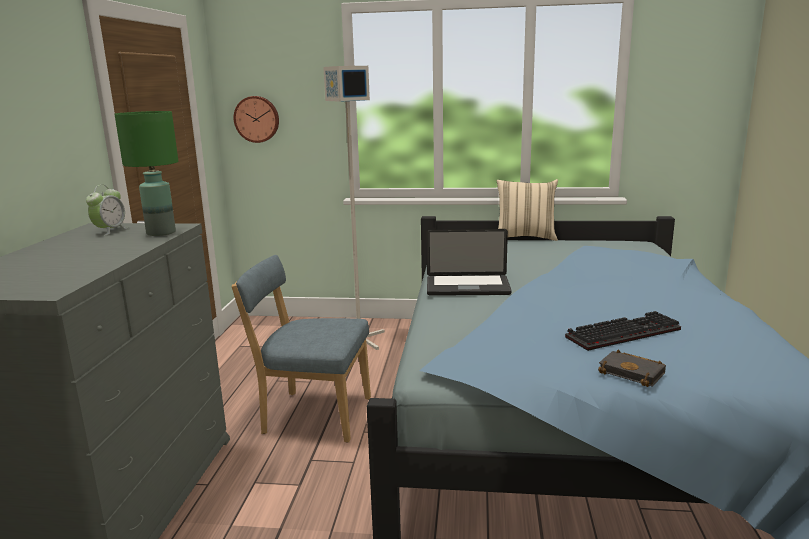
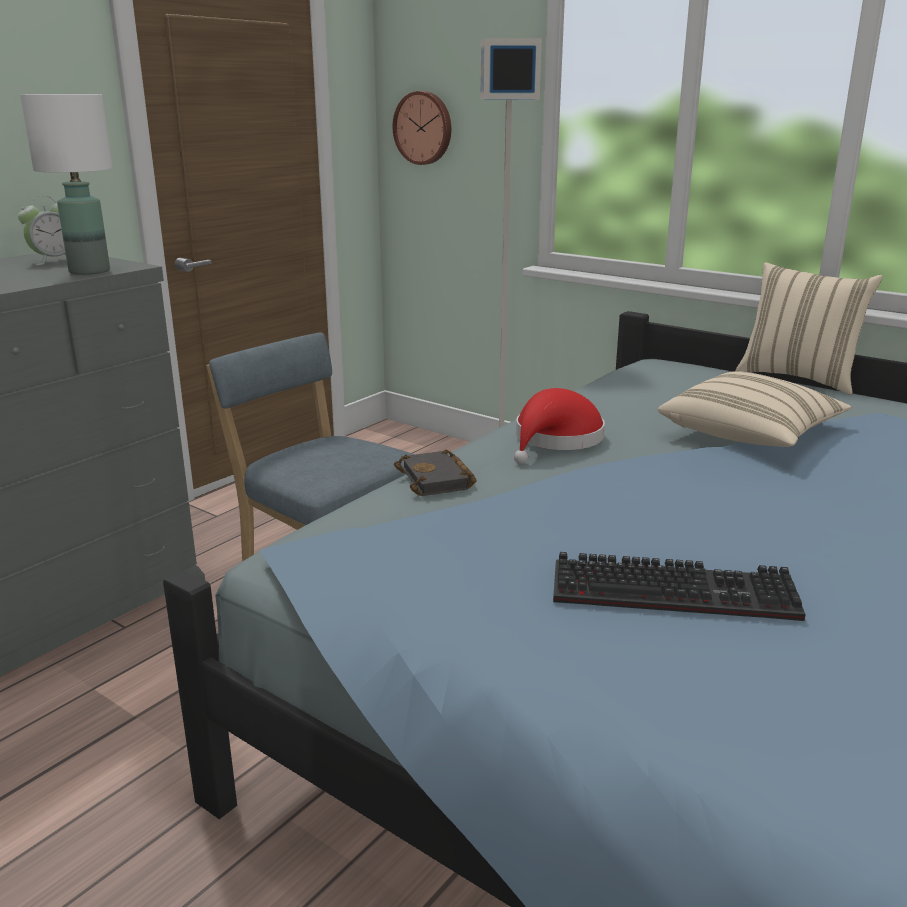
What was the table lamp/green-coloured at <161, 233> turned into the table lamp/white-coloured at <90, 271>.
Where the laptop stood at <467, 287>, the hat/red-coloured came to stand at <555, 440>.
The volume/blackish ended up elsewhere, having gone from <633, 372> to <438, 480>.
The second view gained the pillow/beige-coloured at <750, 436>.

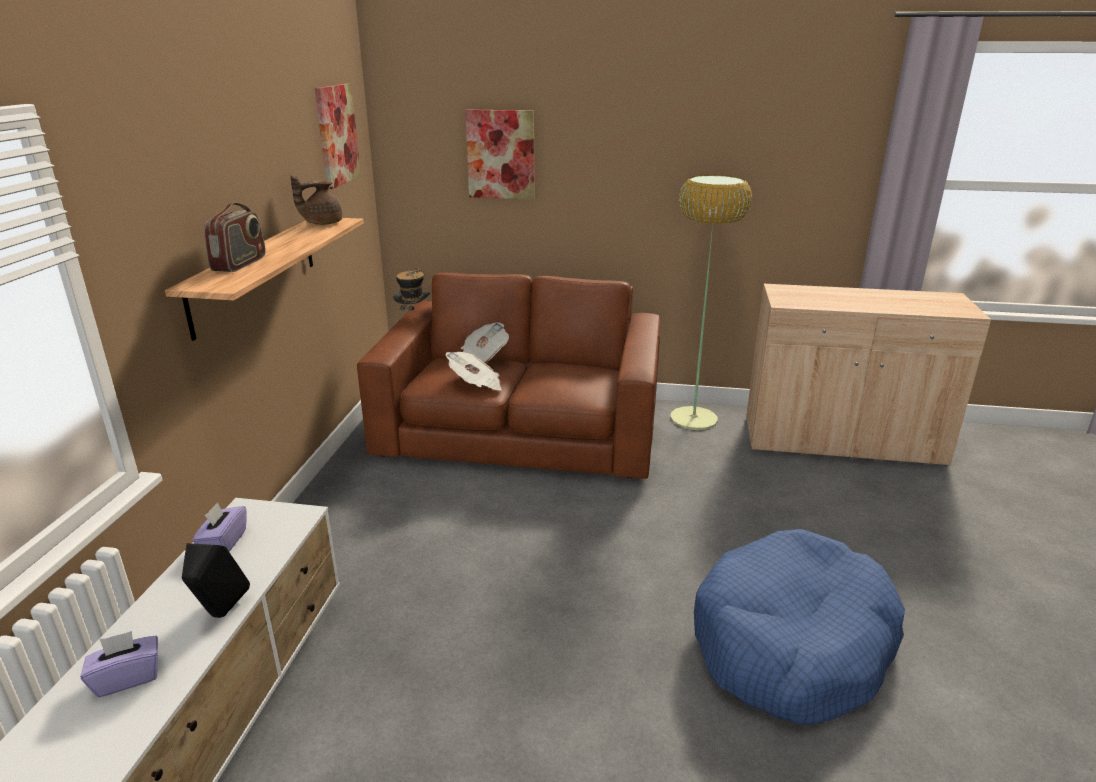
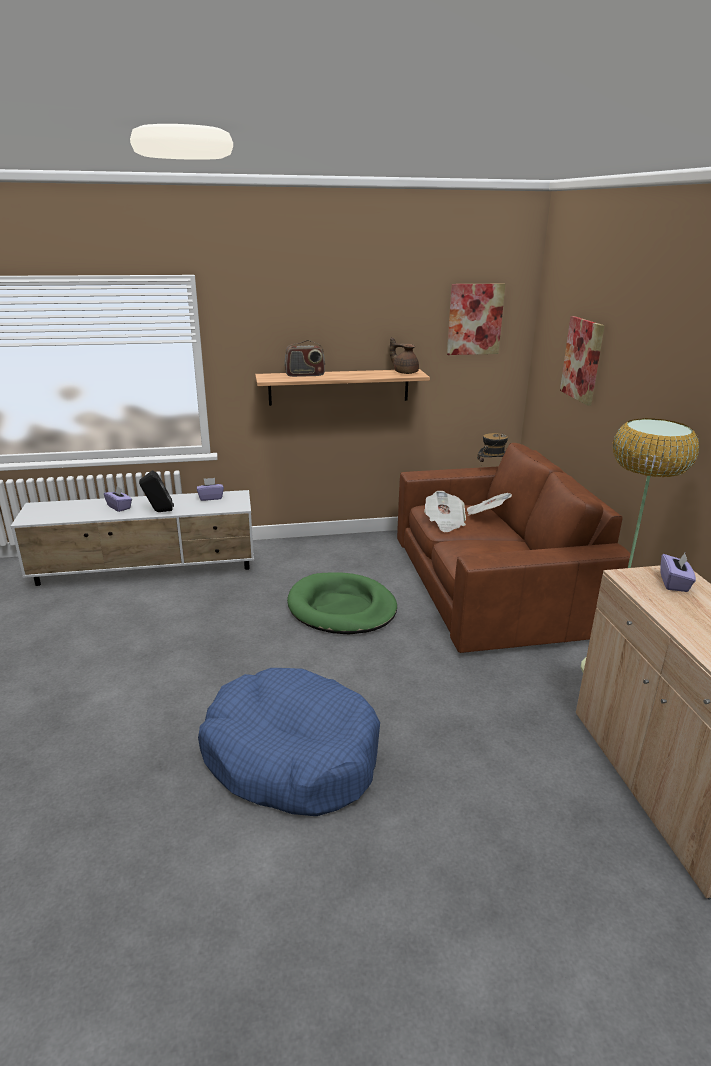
The second view gained the dog cushion/green-coloured at <341, 608>.
The second view gained the tissue box/purple at <674, 583>.

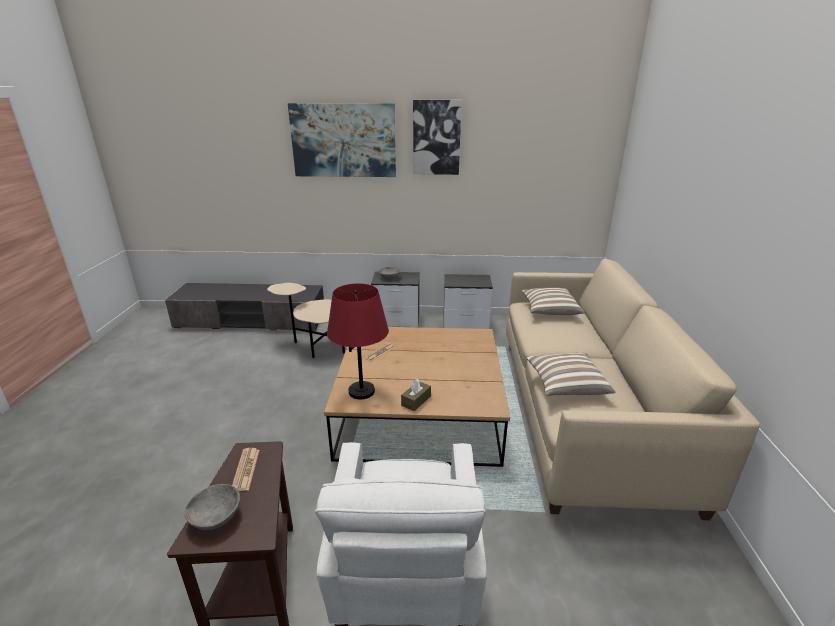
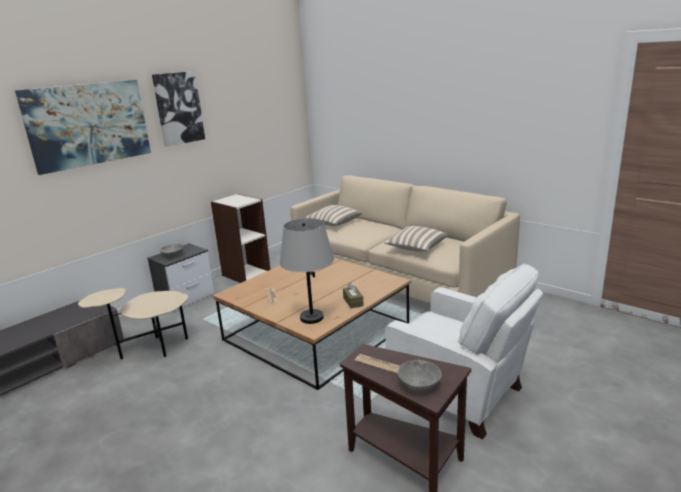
What was the table lamp/red-coloured at <361, 391> turned into the table lamp/grey at <311, 317>.
Where the night table stood at <466, 323>, the bookshelf came to stand at <246, 274>.

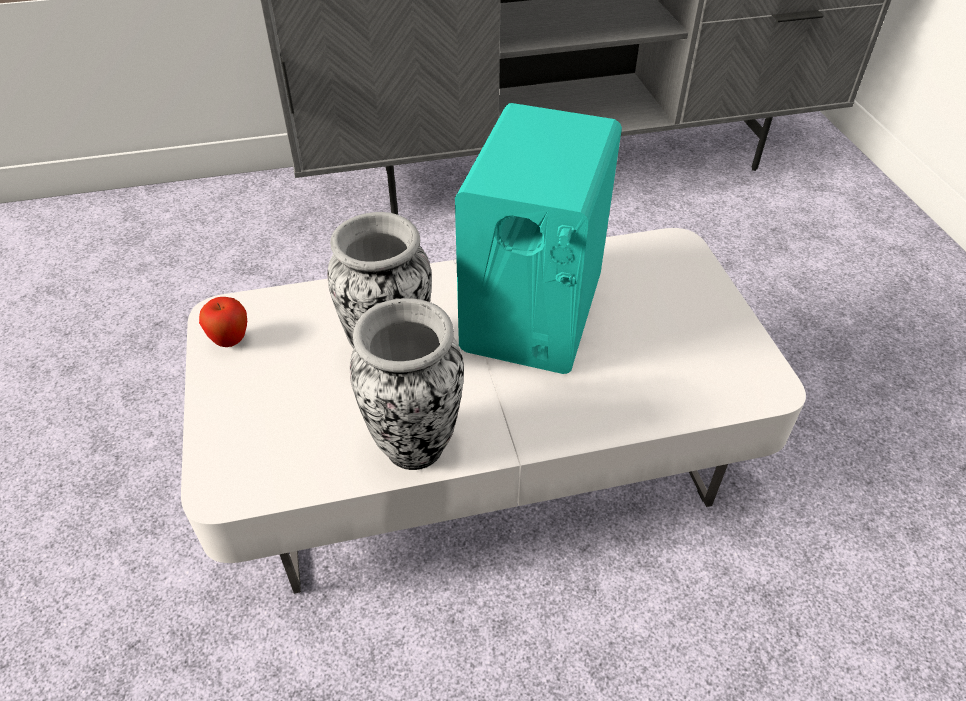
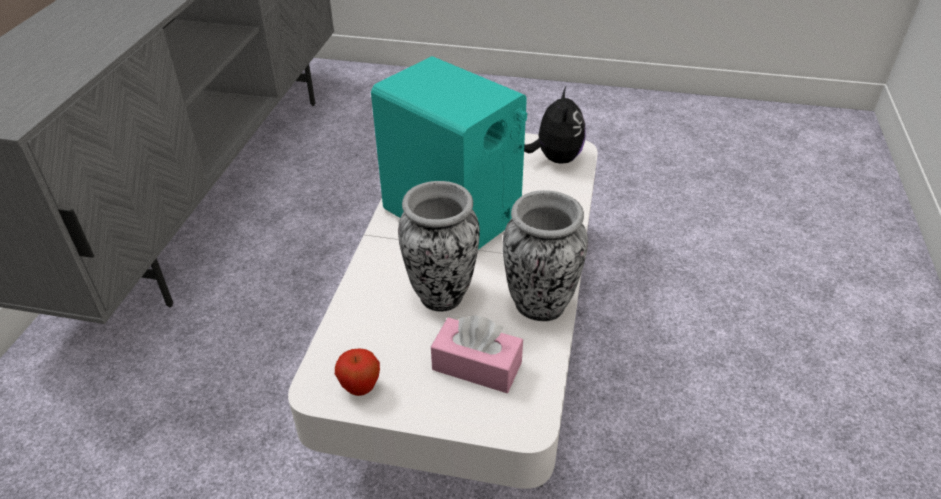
The second view gained the tissue box/pink at <477, 366>.
The second view gained the plush toy at <555, 158>.

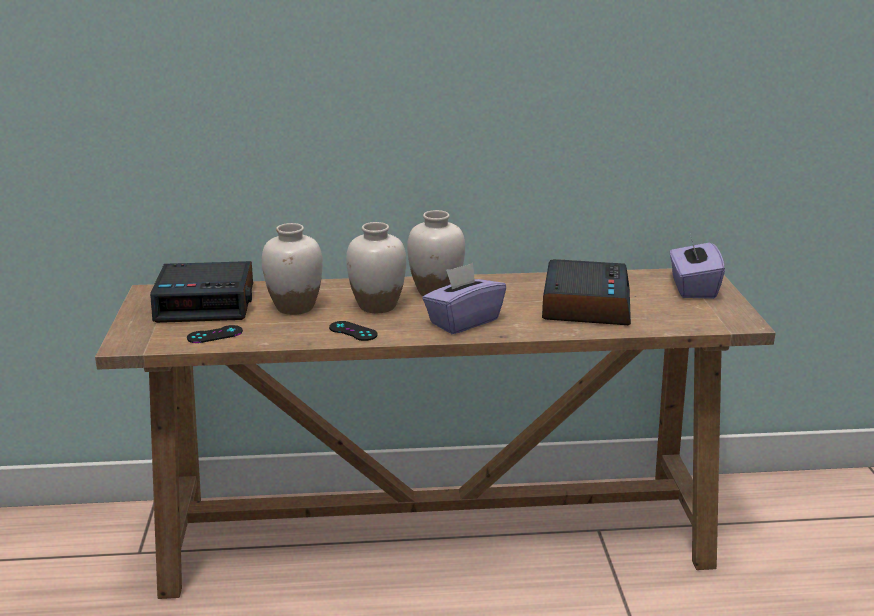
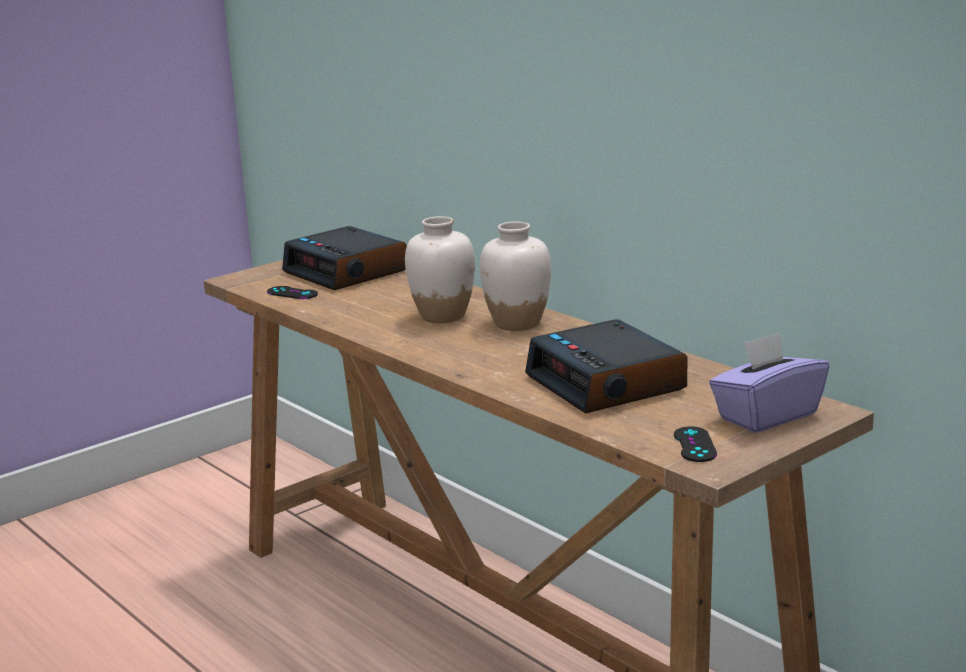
The second view lost the decorative vase/white-coloured at <295, 307>.
The gamepad/blackish ended up elsewhere, having gone from <353, 331> to <694, 445>.
The second view lost the tissue box/purple at <463, 321>.
The table clock at <585, 304> ended up facing another way, 90 degrees clockwise from before.

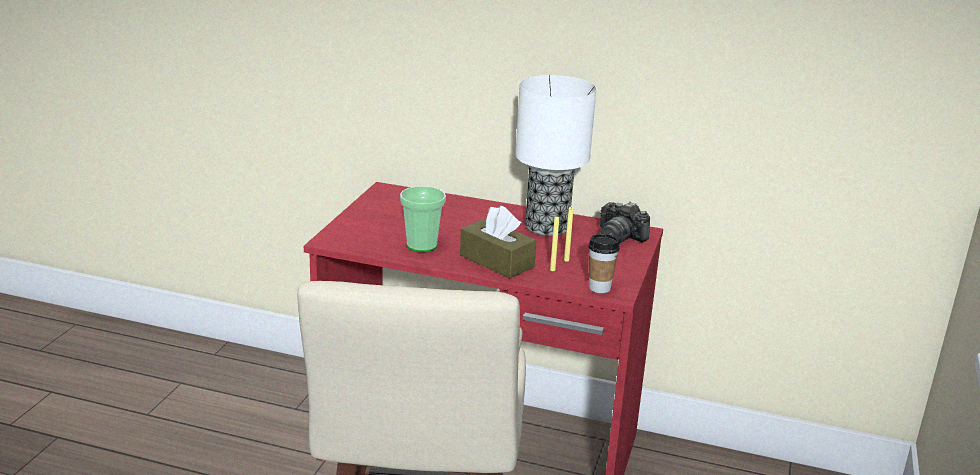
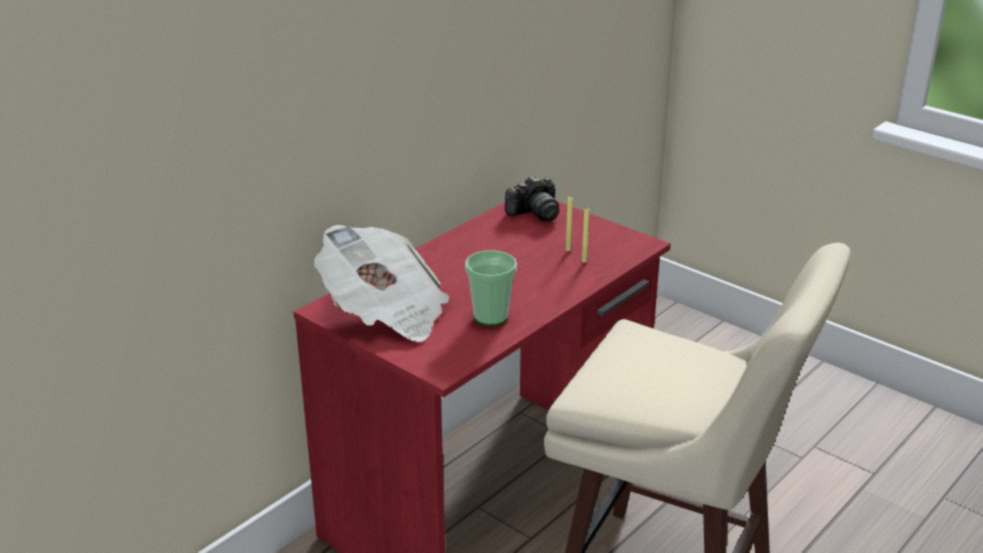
The second view lost the tissue box/brownish at <496, 261>.
The second view lost the table lamp at <546, 226>.
The second view lost the small cup at <599, 288>.
The second view gained the daily paper at <385, 312>.

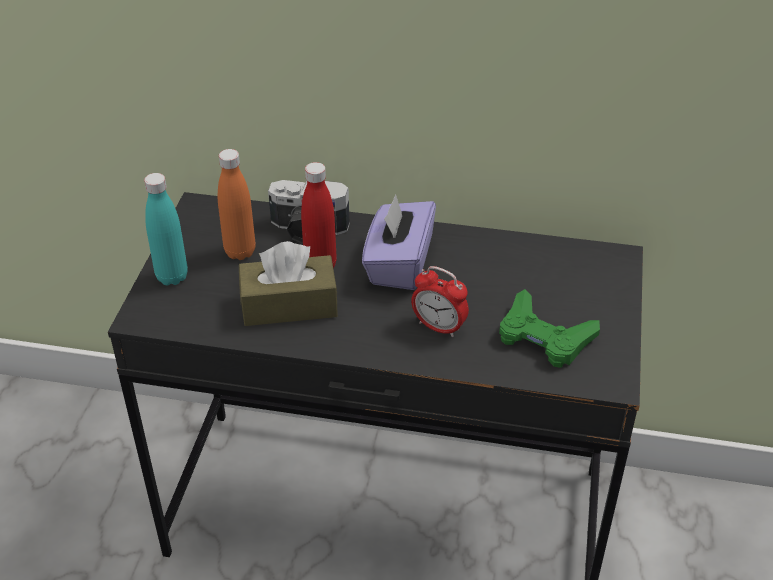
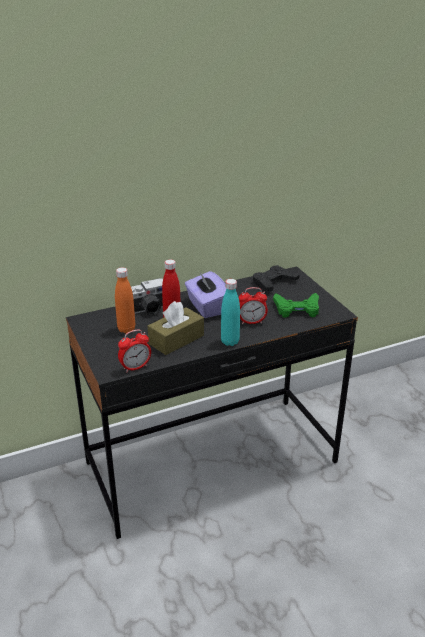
The bottle/turquoise-coloured ended up elsewhere, having gone from <172, 277> to <230, 342>.
The second view gained the table clock at <135, 367>.
The second view gained the gamepad/blackish at <273, 282>.

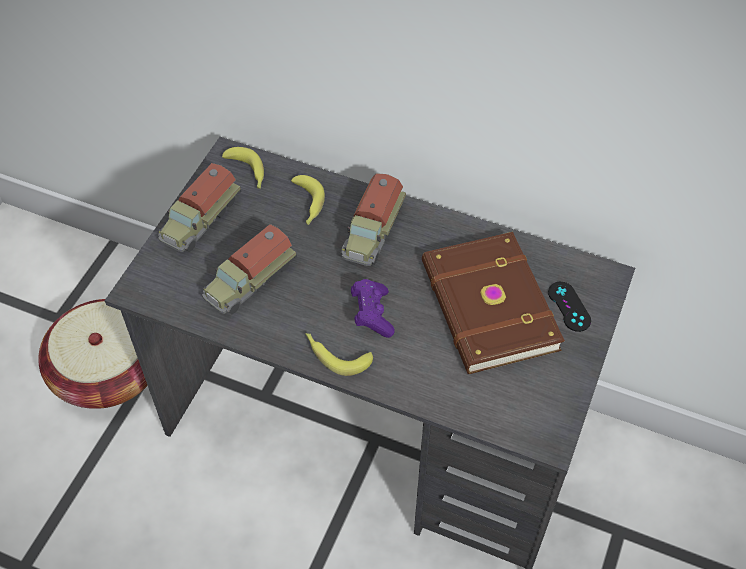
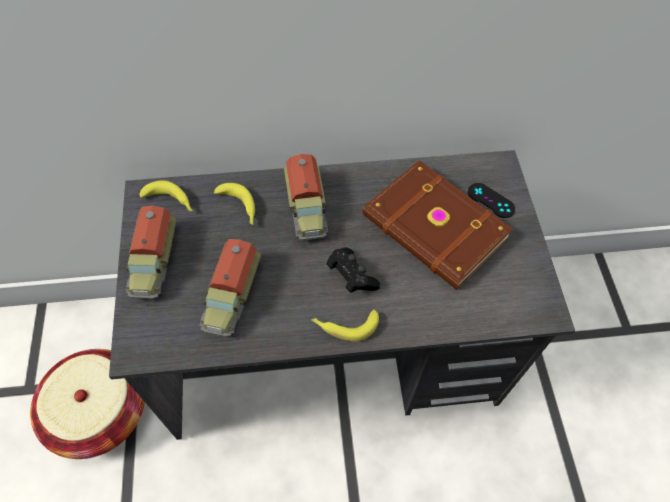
What was the gamepad/purple at <372, 314> turned into the gamepad/blackish at <351, 276>.

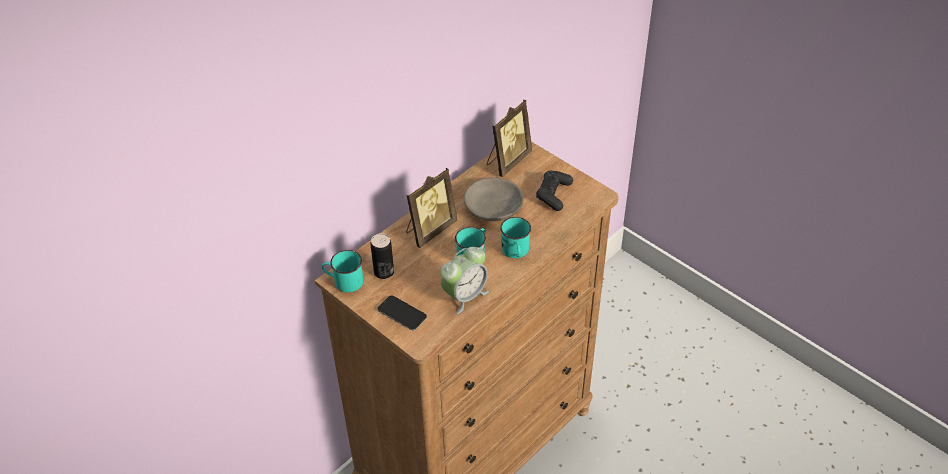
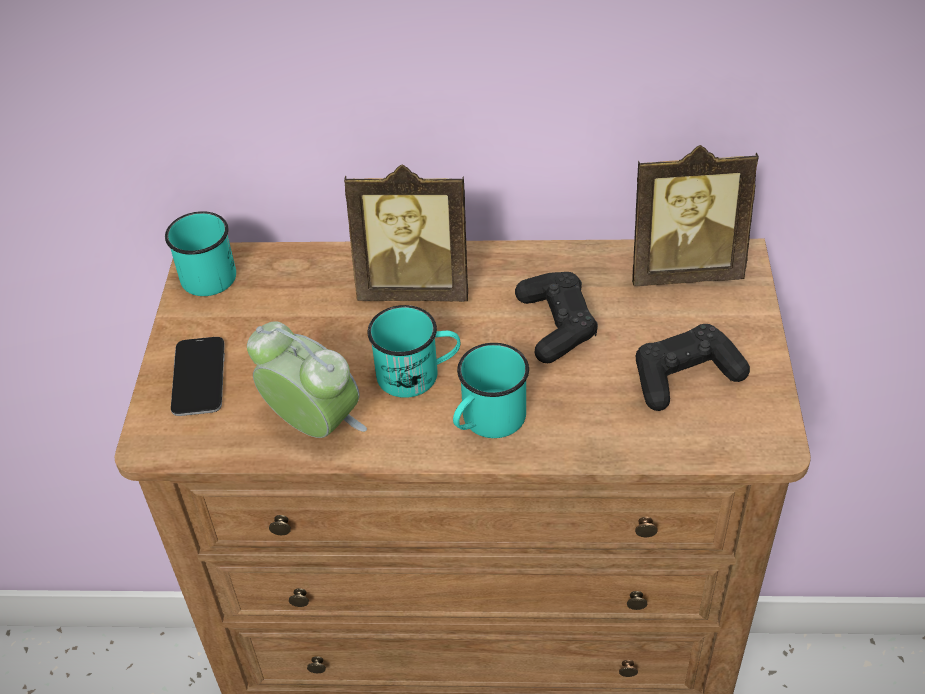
The second view lost the sealed can at <384, 272>.
The table clock at <465, 296> ended up facing another way, 150 degrees counterclockwise from before.
Where the serving bowl/grey stood at <494, 207>, the gamepad/blackish came to stand at <556, 325>.

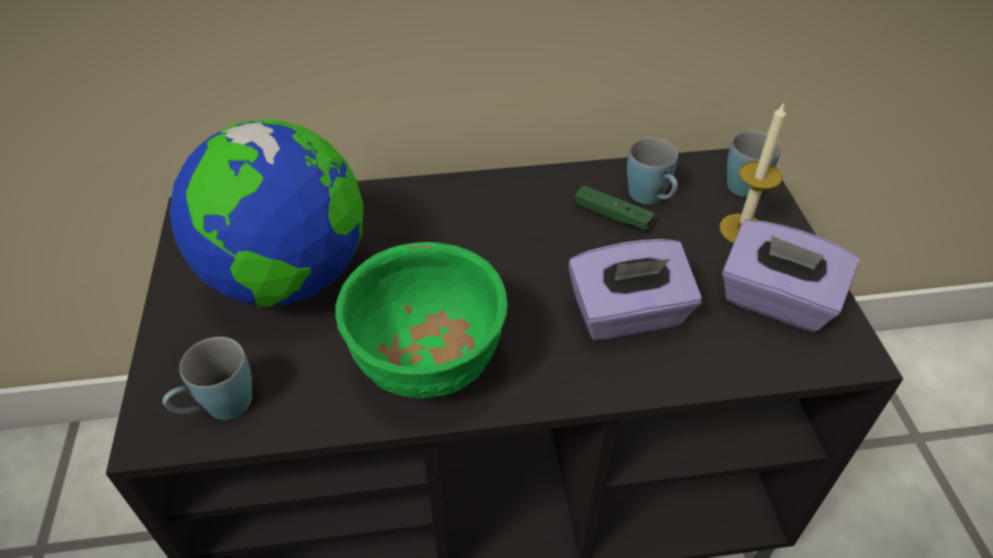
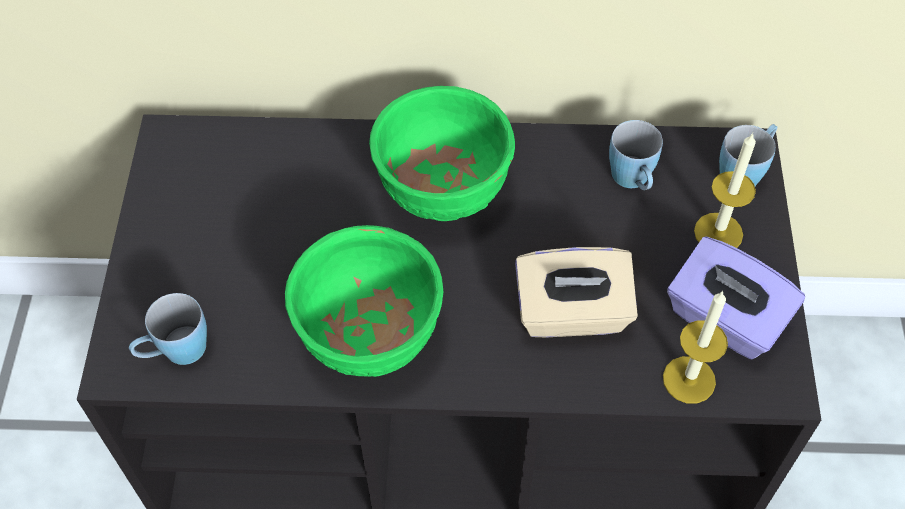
The second view lost the world globe at <288, 277>.
What was the tissue box/purple at <628, 315> turned into the tissue box/beige-coloured at <572, 314>.
The second view lost the gamepad/green-coloured at <612, 216>.
The second view gained the serving bowl/green-coloured at <442, 189>.
The second view gained the wax light at <689, 379>.

